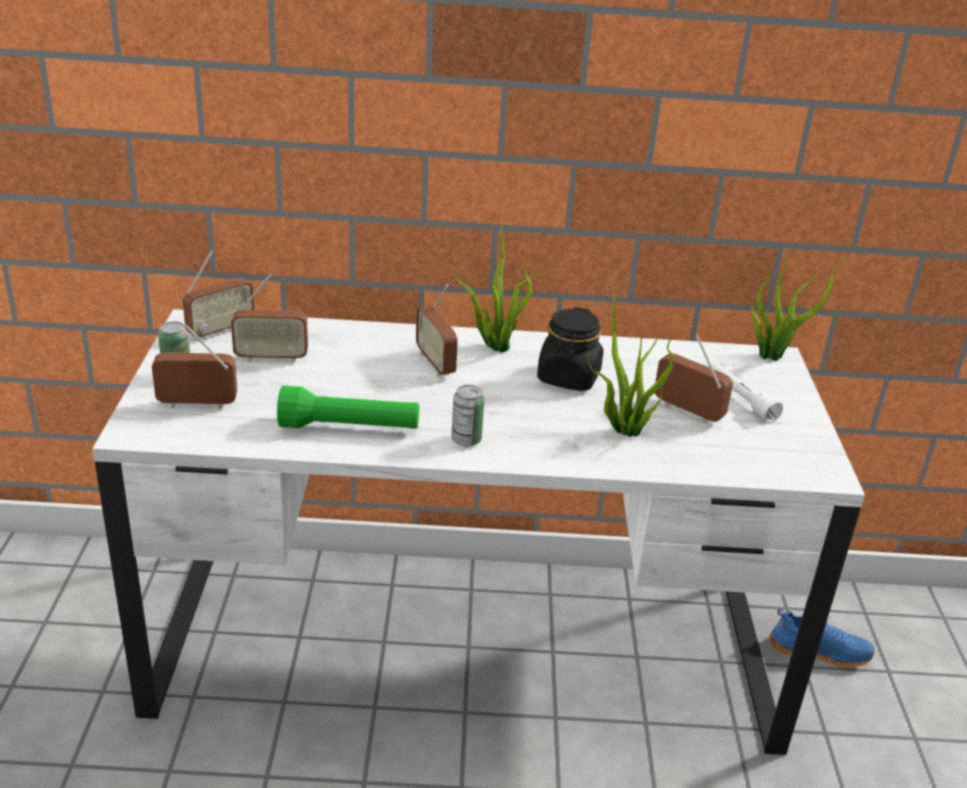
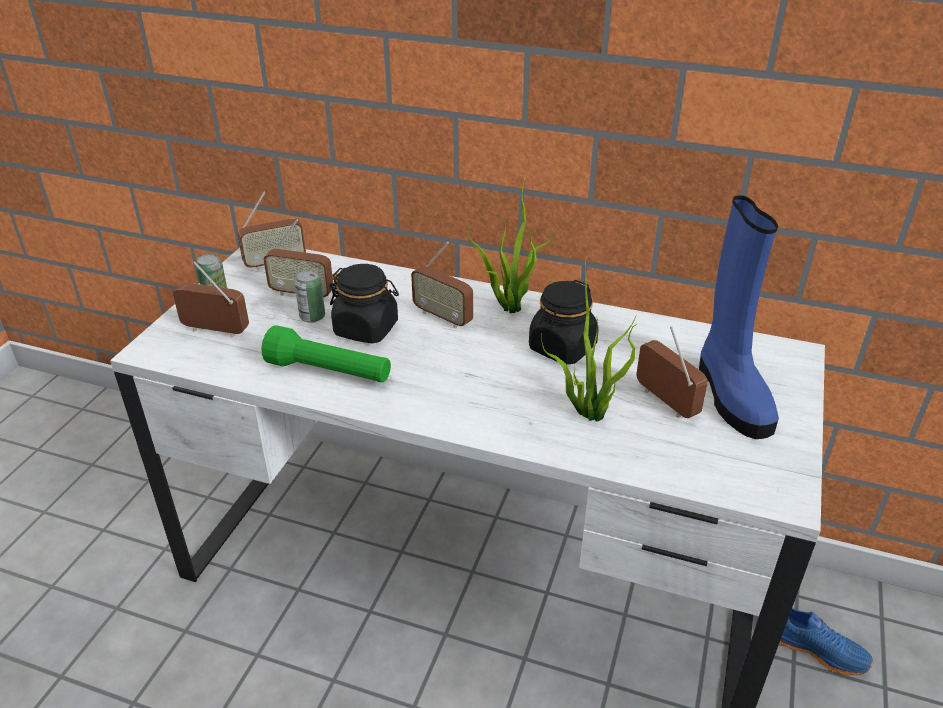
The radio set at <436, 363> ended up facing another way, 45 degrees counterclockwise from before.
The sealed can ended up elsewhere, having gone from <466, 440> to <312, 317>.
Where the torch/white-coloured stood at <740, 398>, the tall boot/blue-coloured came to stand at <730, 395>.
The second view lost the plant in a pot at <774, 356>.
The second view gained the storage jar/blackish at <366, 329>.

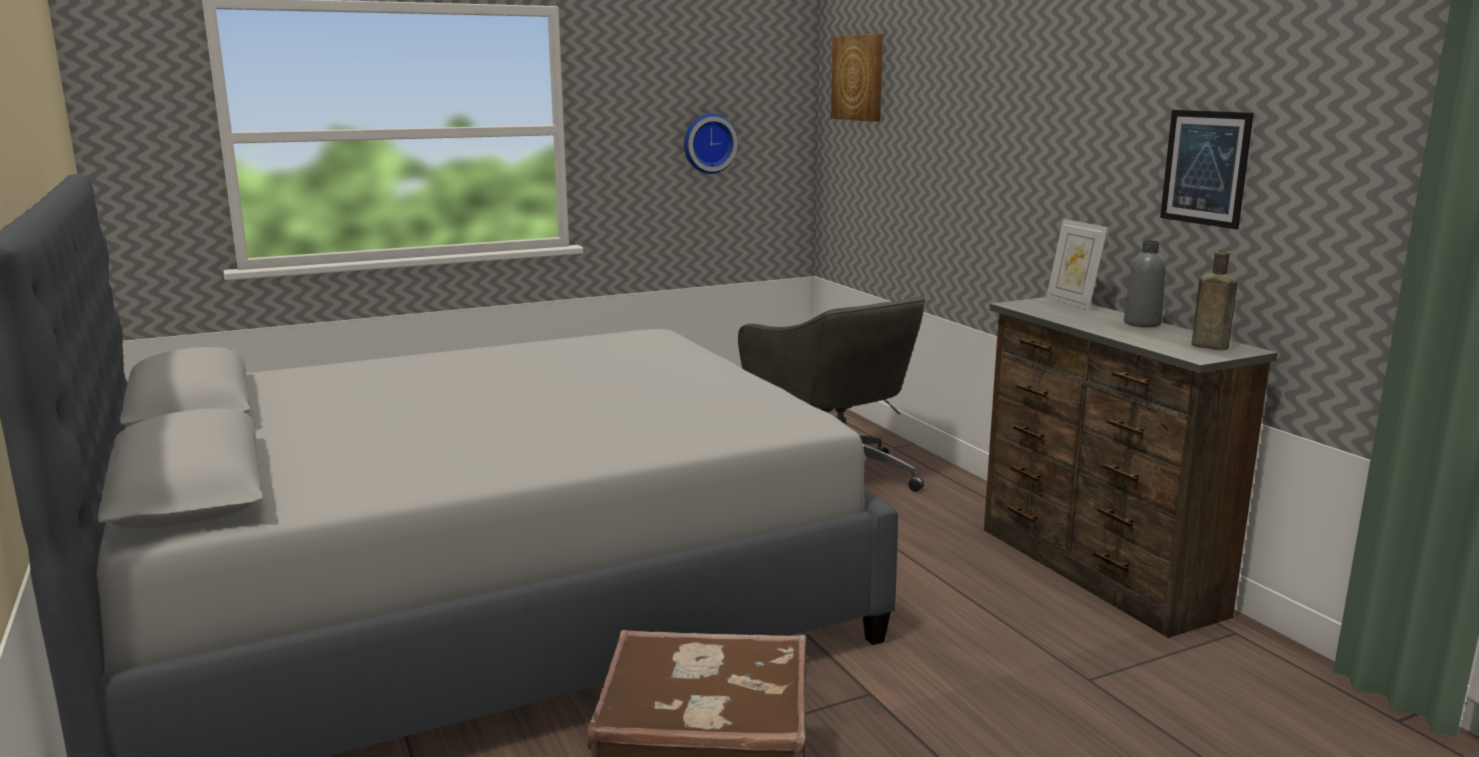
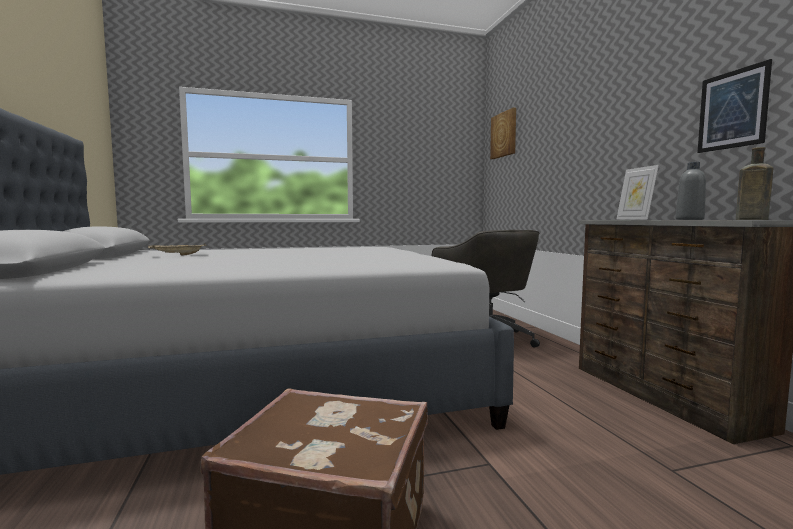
The second view lost the clock on the wall at <708, 143>.
The second view gained the carrying tray/beige-coloured at <177, 255>.

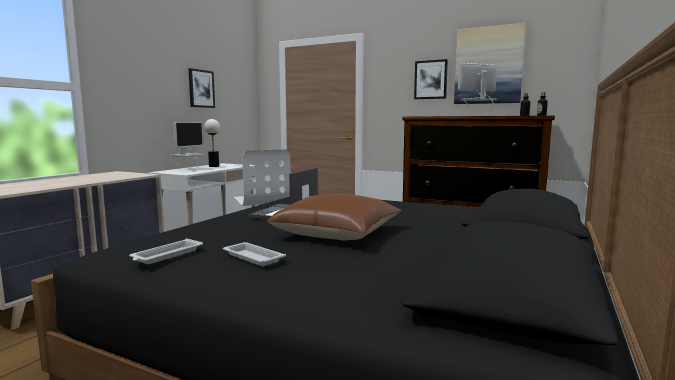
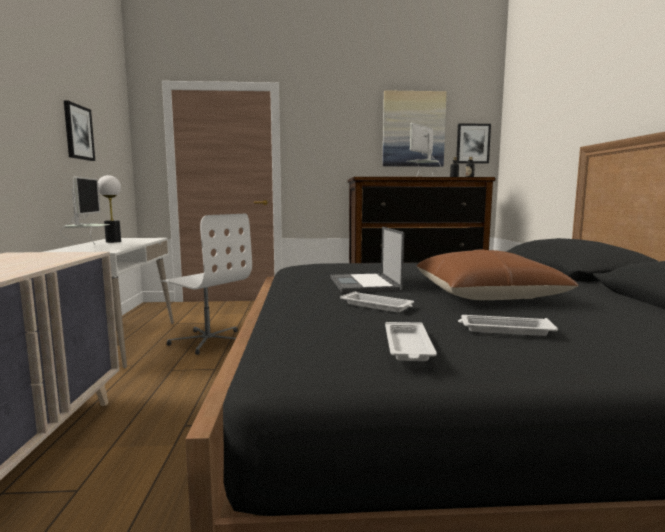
The picture ended up elsewhere, having gone from <430, 79> to <472, 143>.
The second view gained the carrying tray/white-coloured at <377, 306>.

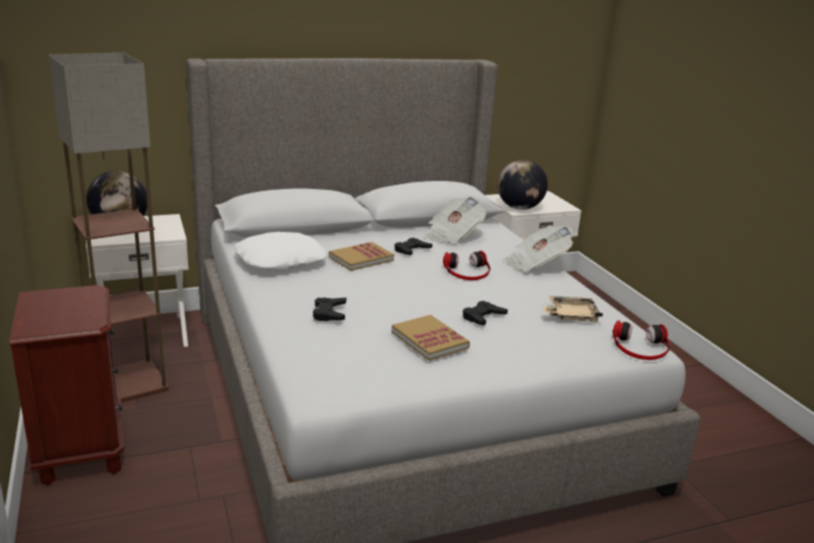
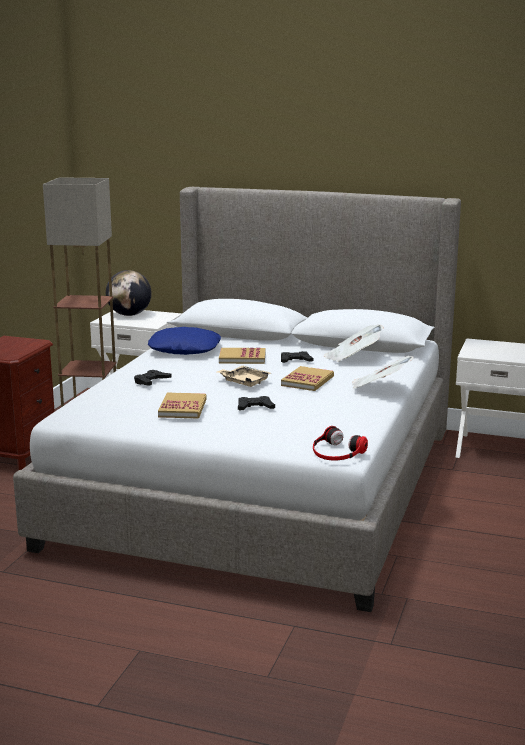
What was the pillow/white-coloured at <280, 260> turned into the pillow/blue-coloured at <185, 349>.
Where the headset stood at <467, 271>, the volume came to stand at <307, 381>.
The second view lost the world globe at <519, 208>.
The carrying tray/beige-coloured ended up elsewhere, having gone from <570, 316> to <244, 382>.

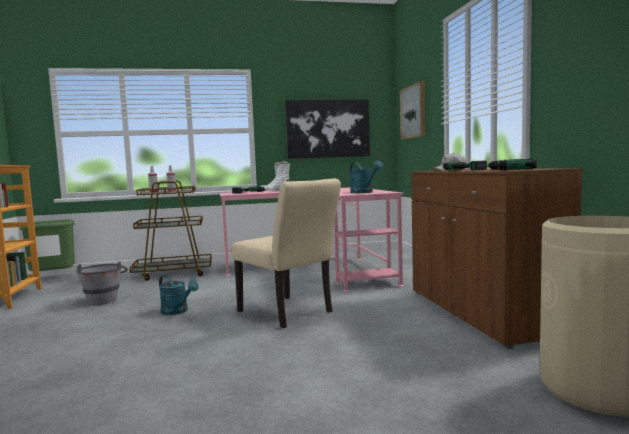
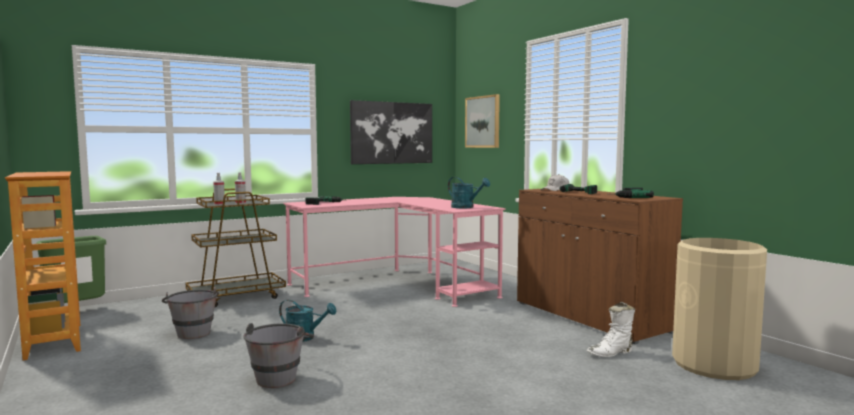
The second view lost the chair/beige-coloured at <289, 313>.
The tall boot/white-coloured ended up elsewhere, having gone from <275, 190> to <611, 353>.
The second view gained the bucket/grey at <279, 376>.

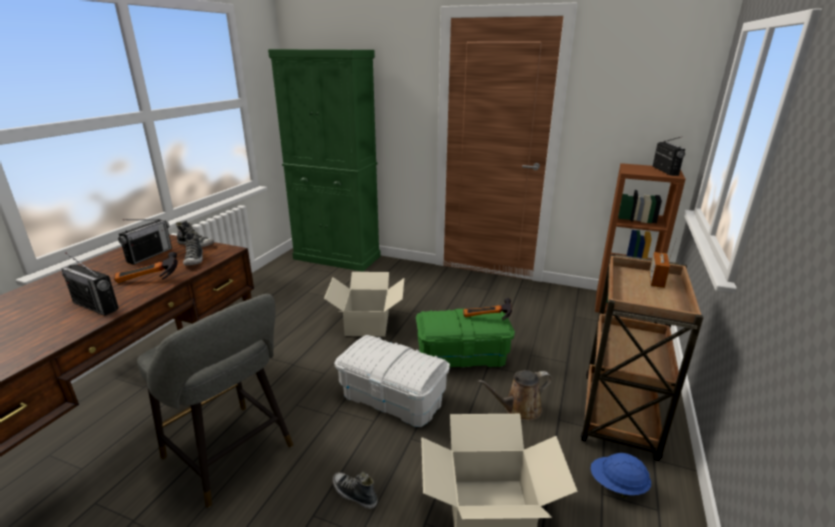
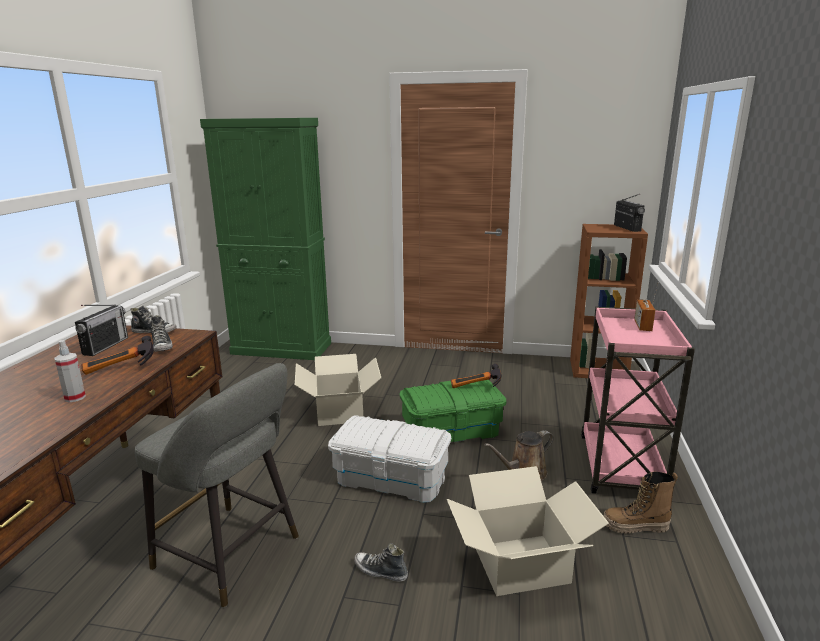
Where the radio set stood at <95, 306>, the spray bottle came to stand at <75, 397>.
What was the trolley/brownish at <618, 417> turned into the trolley/pink at <621, 468>.
Where the safety helmet/blue-coloured stood at <617, 486>, the tall boot came to stand at <635, 527>.

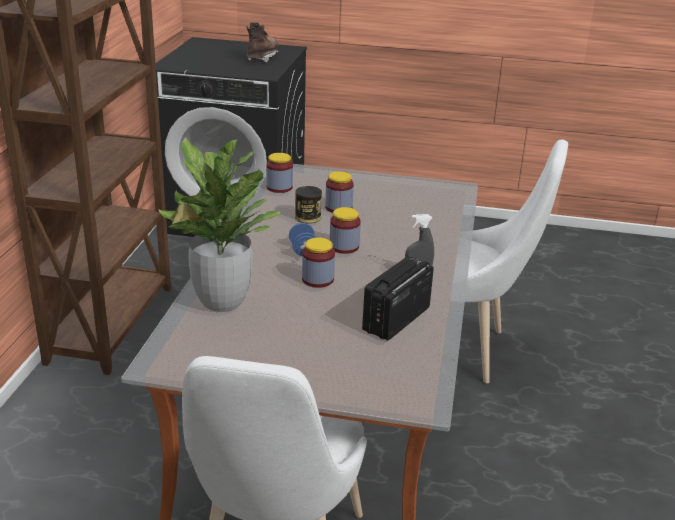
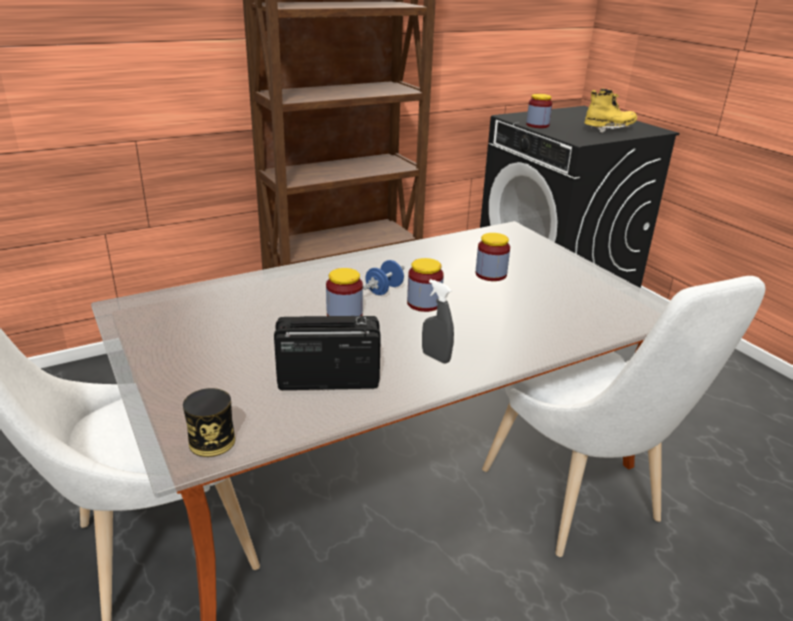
The second view lost the plant in a pot at <221, 301>.
What was the tall boot/brownish at <262, 58> turned into the tall boot/yellowish at <608, 130>.
The storage jar ended up elsewhere, having gone from <279, 187> to <537, 125>.
The sealed can ended up elsewhere, having gone from <308, 217> to <212, 441>.

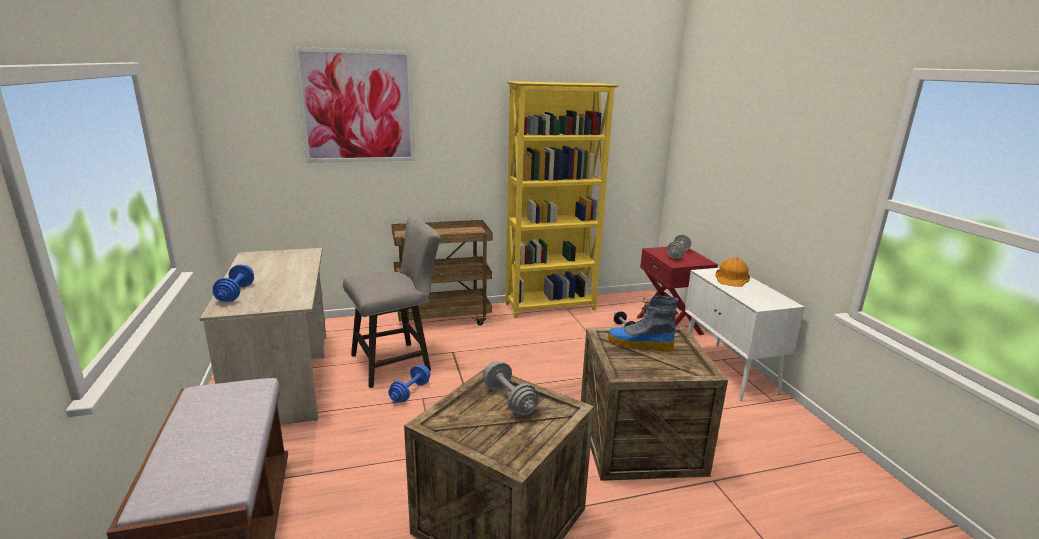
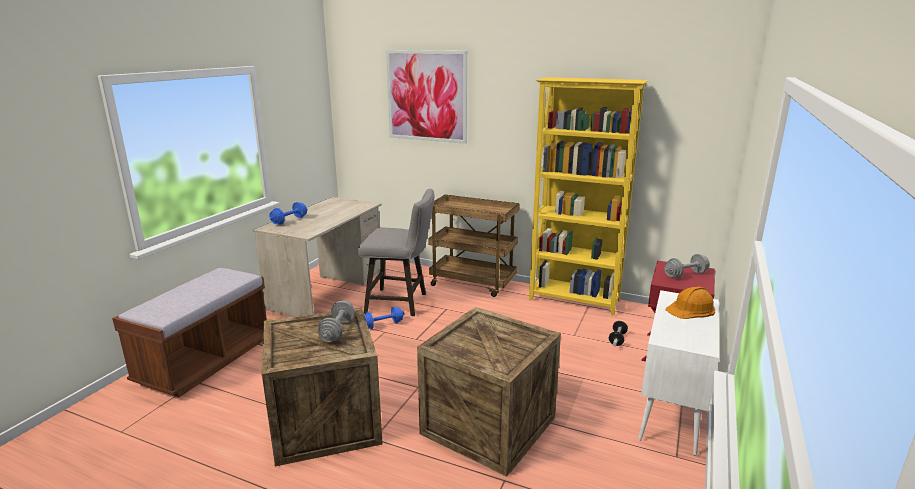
The second view lost the tall boot at <639, 345>.

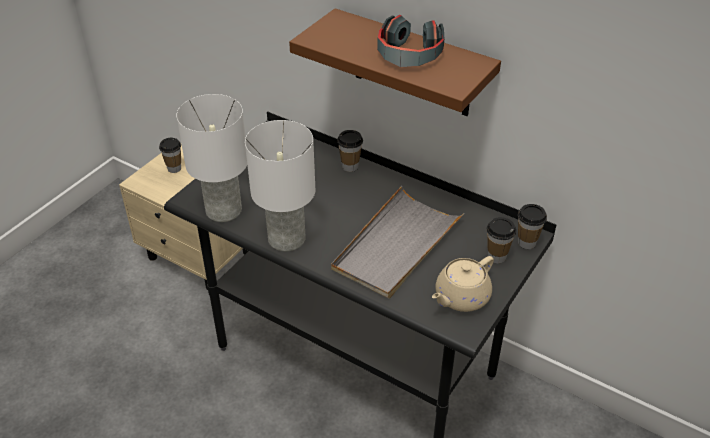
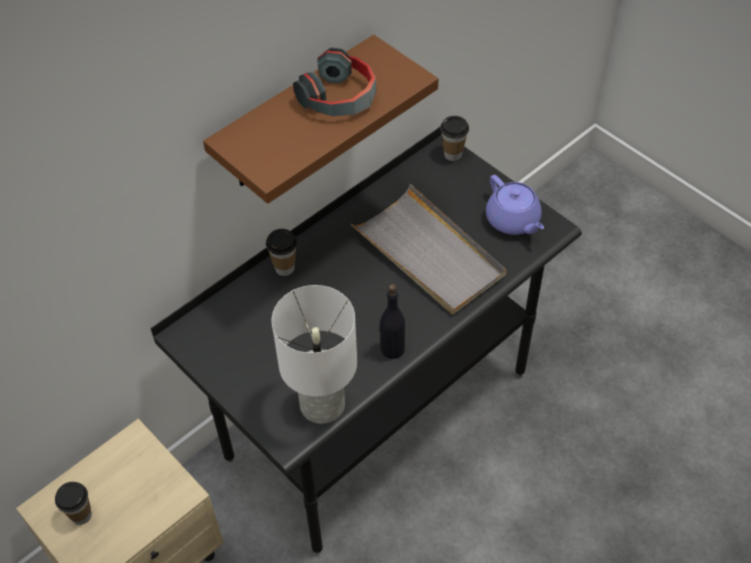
Where the table lamp/white-coloured stood at <285, 239>, the bottle/blackish came to stand at <392, 349>.
What was the teapot/beige-coloured at <461, 297> turned into the teapot/purple at <513, 221>.
The second view lost the small cup at <496, 257>.

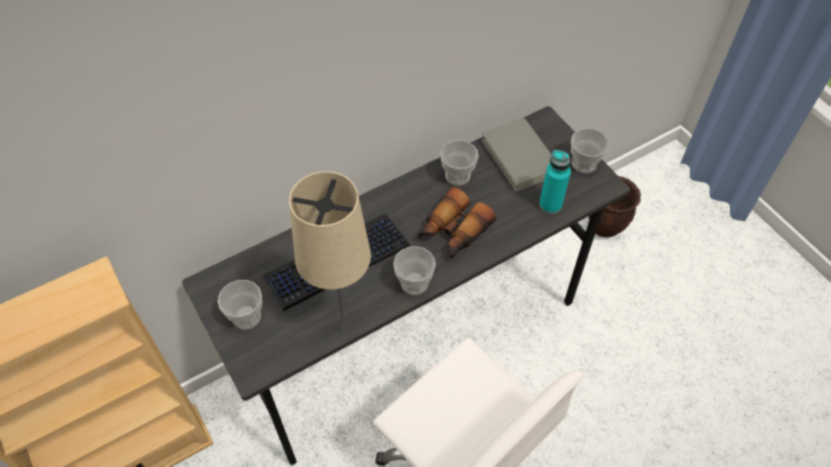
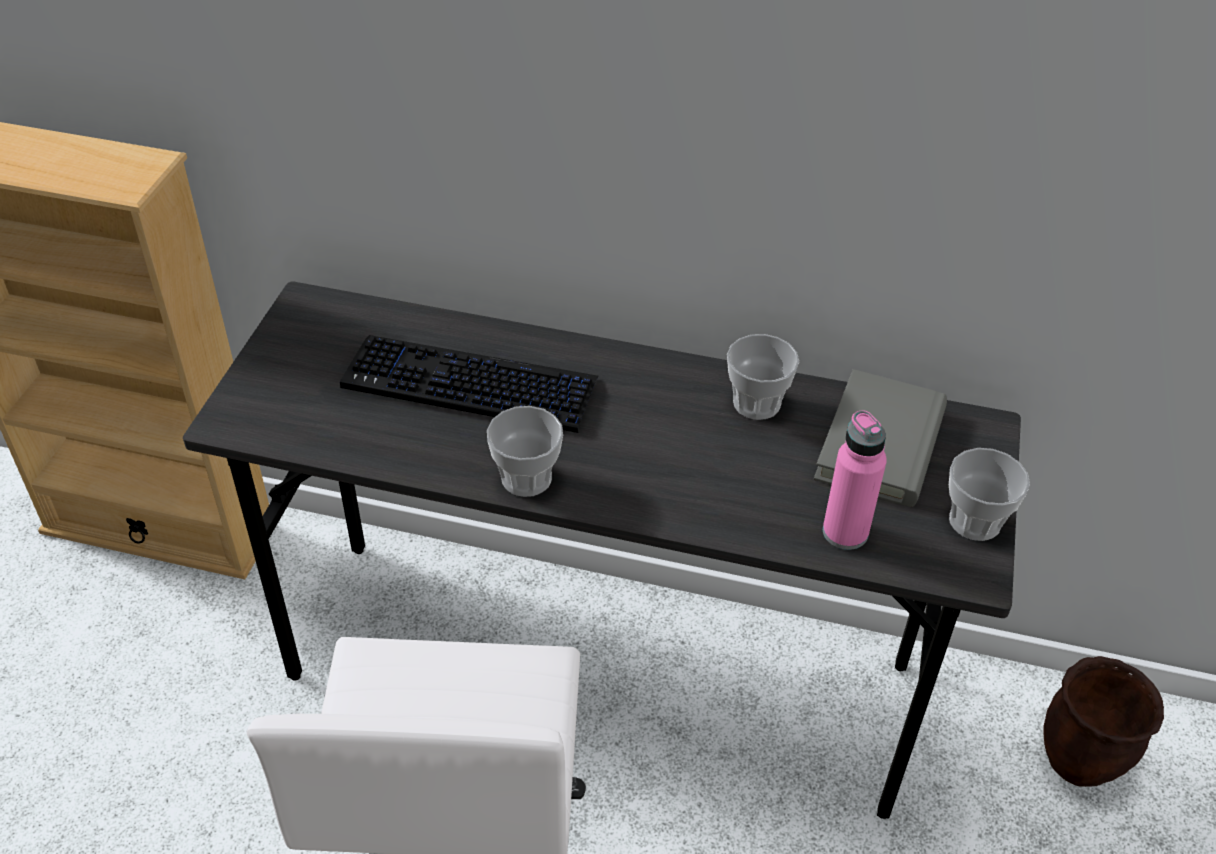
The second view lost the small cup at <246, 317>.
The second view lost the table lamp/beige-coloured at <343, 322>.
The second view lost the field glasses at <453, 232>.
What was the bottle/turquoise-coloured at <550, 204> turned into the bottle/pink at <845, 532>.

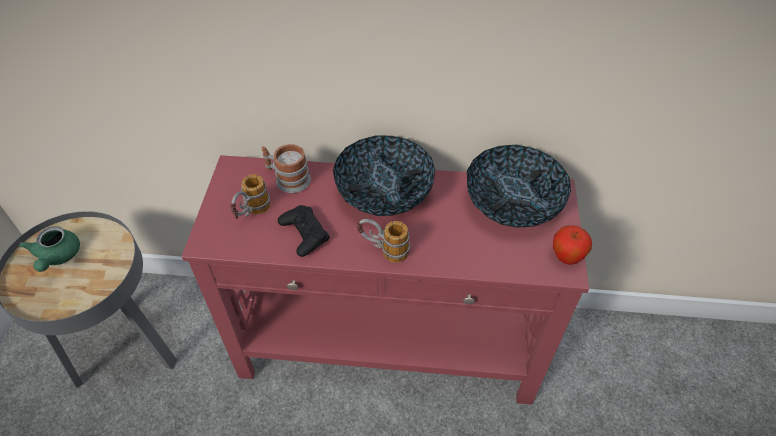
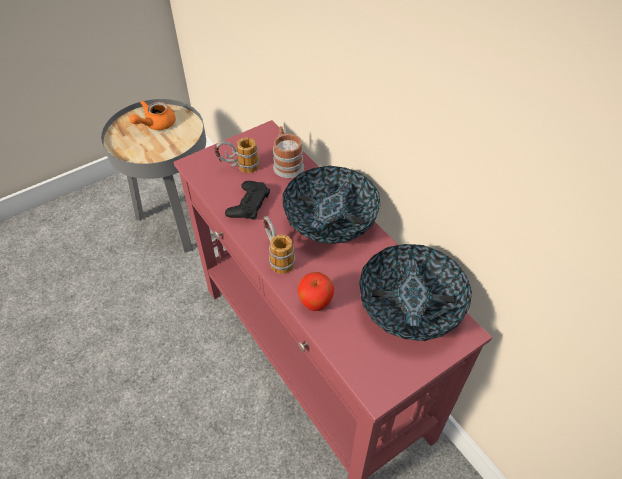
What was the teapot/green-coloured at <57, 257> turned into the teapot/orange at <156, 124>.
The apple ended up elsewhere, having gone from <566, 258> to <315, 304>.

